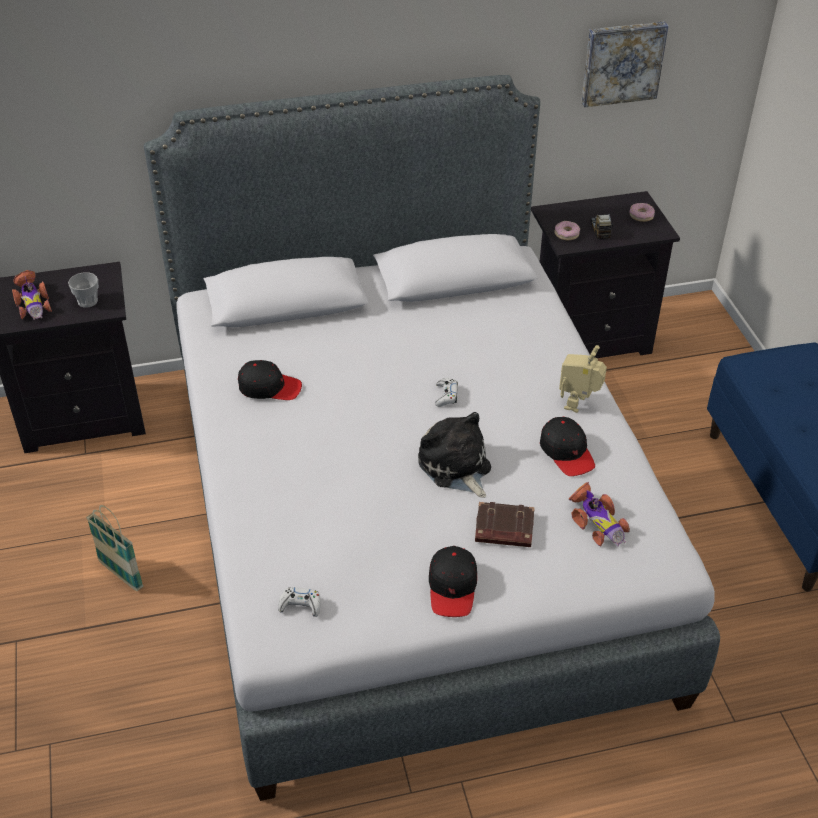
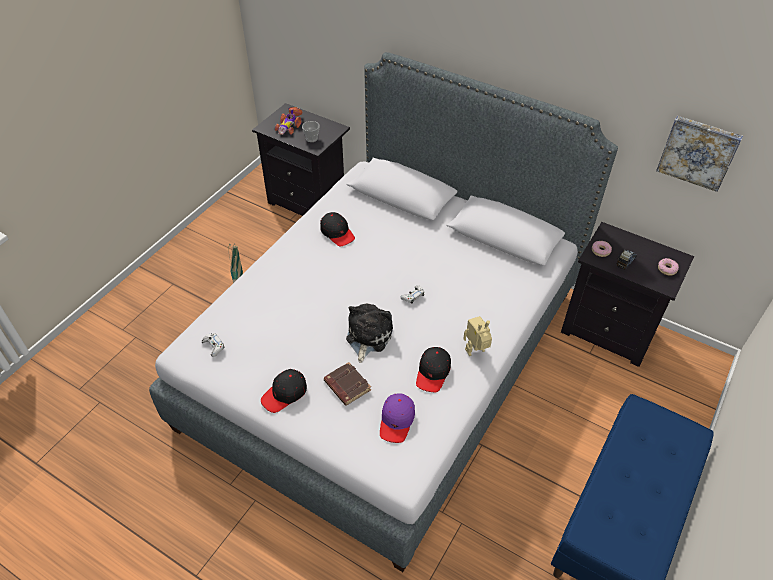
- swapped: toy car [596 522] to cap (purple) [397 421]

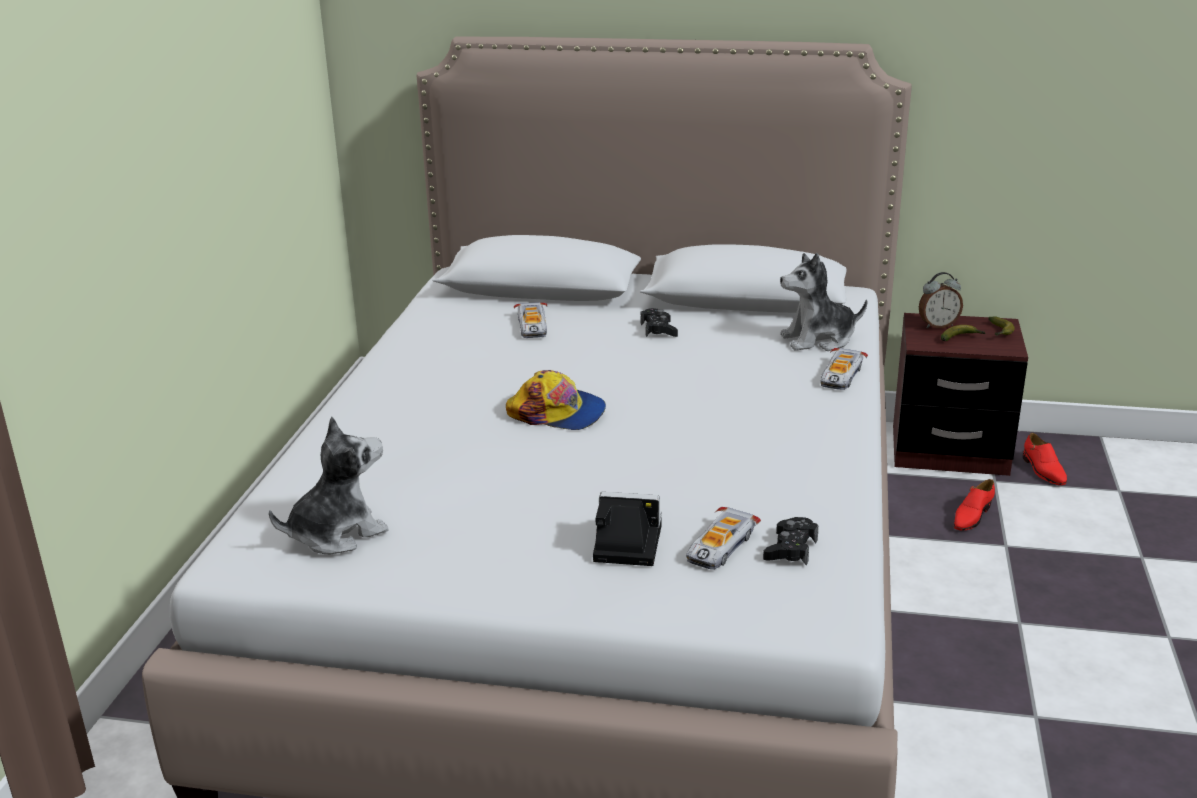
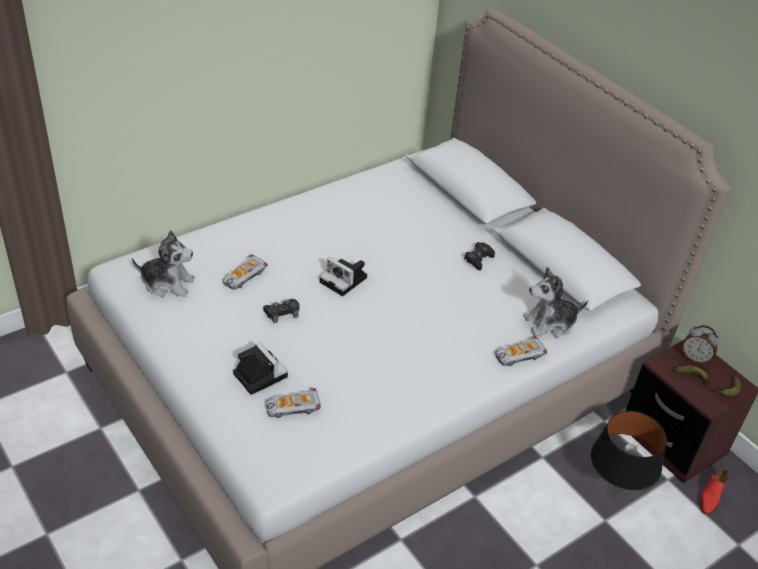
- rotated: plush toy [818 340] = [550 324] 45 degrees counterclockwise
- shifted: toy car [532 326] to [244 276]
- swapped: cap [558 413] to photo camera [345 280]
- swapped: shoe (red) [971 516] to table lamp (black) [615 489]
- shifted: game controller (black) [790 549] to [282 313]

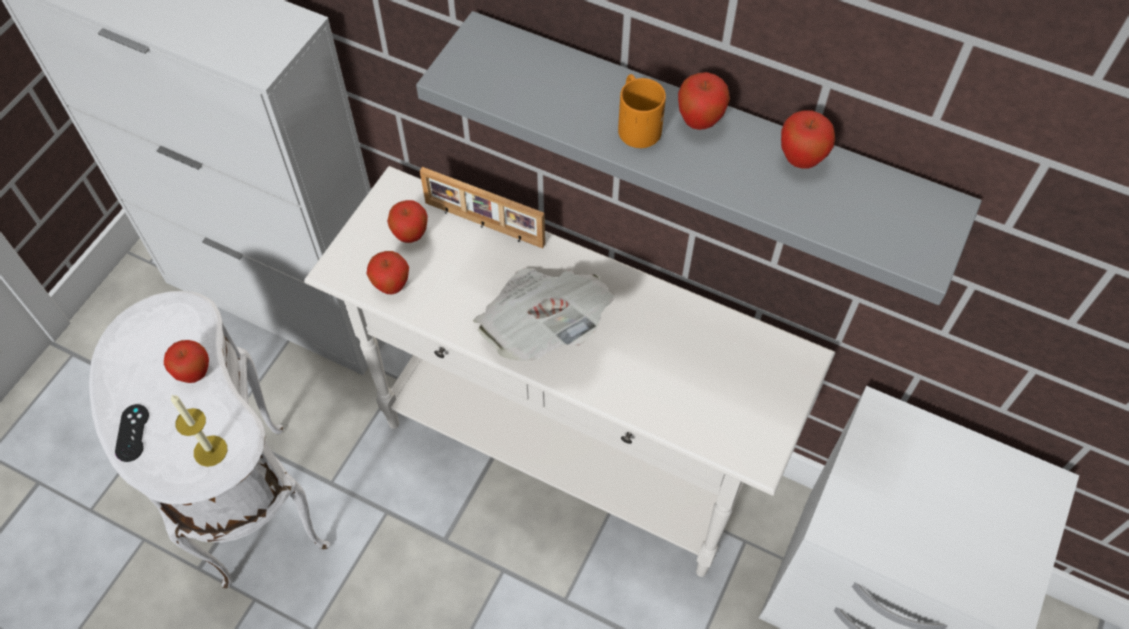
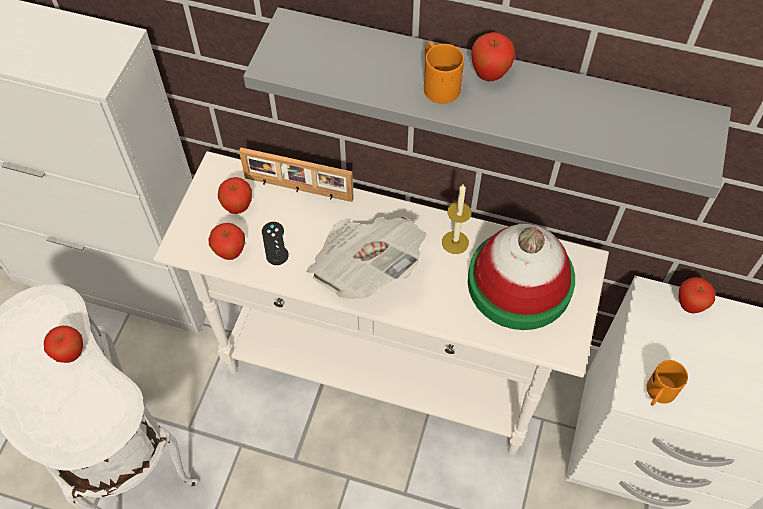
- shifted: apple [801 159] to [689 305]
- shifted: candle [210 451] to [455 242]
- shifted: game controller (black) [132 433] to [275 243]
- new: hat [519 283]
- new: mug (orange) [658 394]

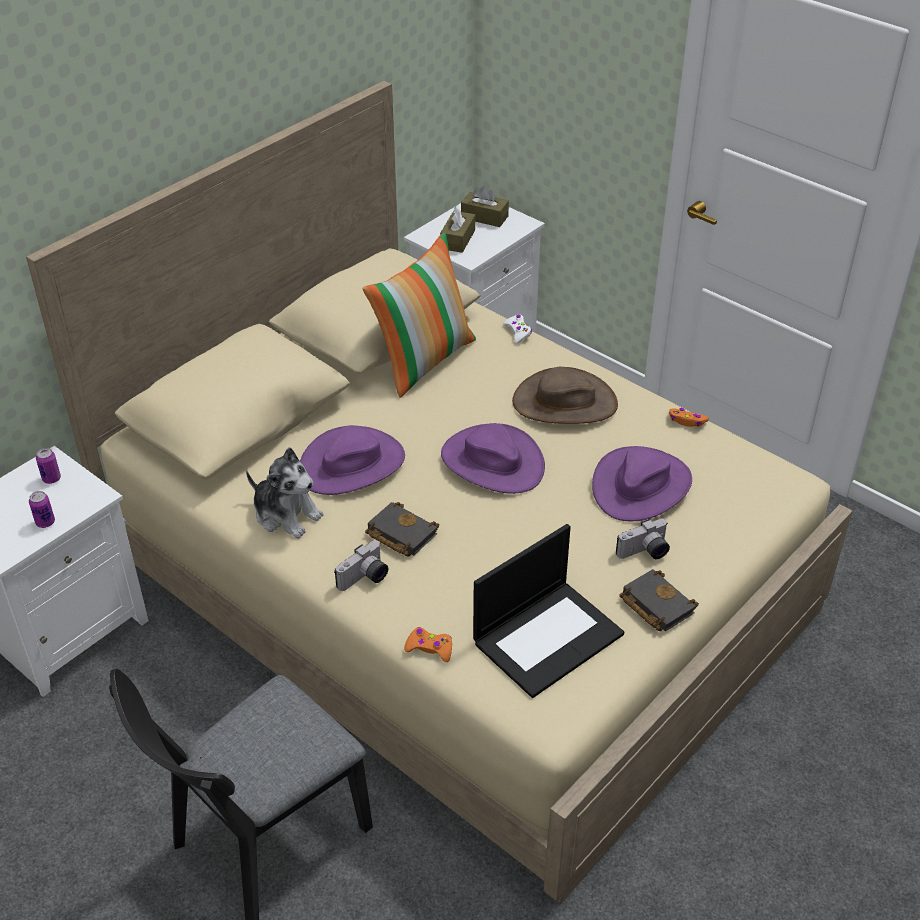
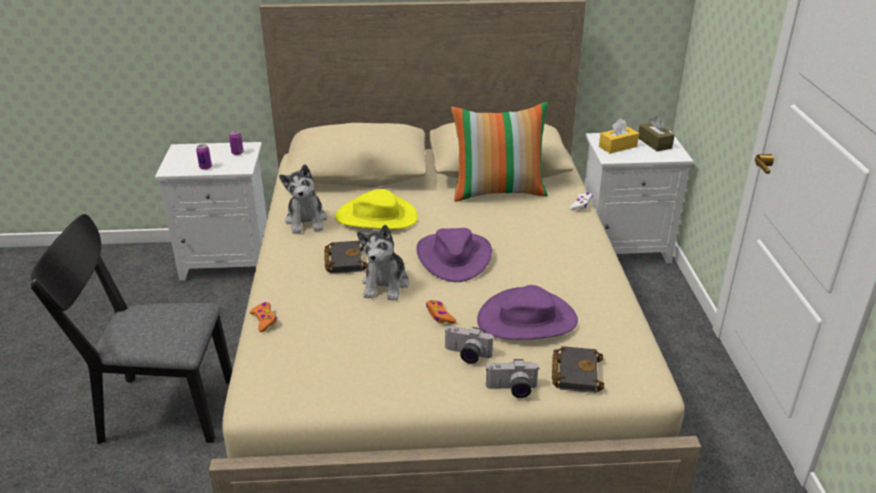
- repainted: tissue box (brown) [458 239] to tissue box (yellow) [617 146]
- gone: hat (brown) [564 403]
- shifted: game controller (orange) [687 421] to [440 316]
- repainted: hat (purple) [352 464] to hat (yellow) [376 217]
- gone: laptop [548 636]
- shifted: photo camera [365 579] to [512 390]
- shifted: book (black) [654 604] to [575 372]
- new: plush toy [385 284]

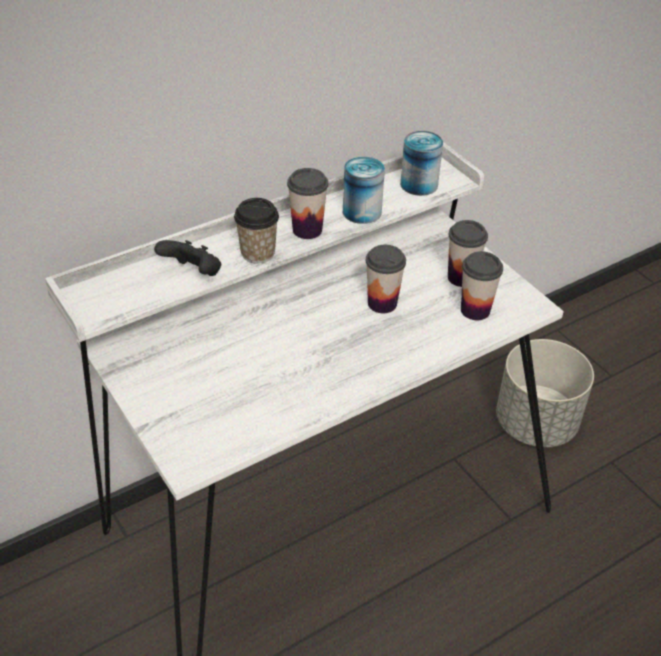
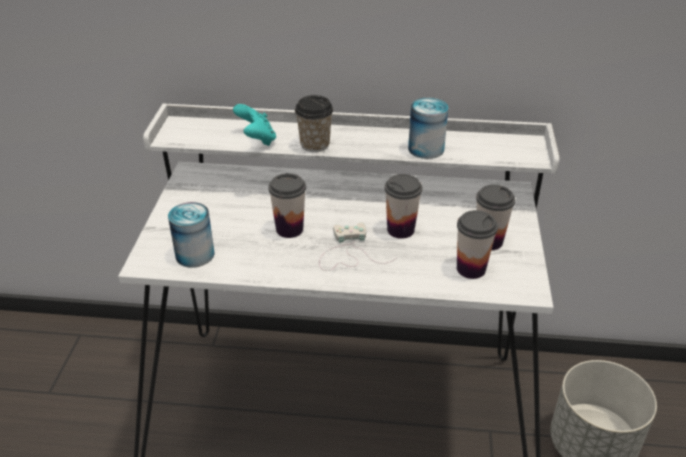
- shifted: can [419 184] to [195 254]
- shifted: cup [307 230] to [289 229]
- repainted: game controller (black) [193 274] to game controller (turquoise) [257 139]
- new: game controller (white) [348 252]

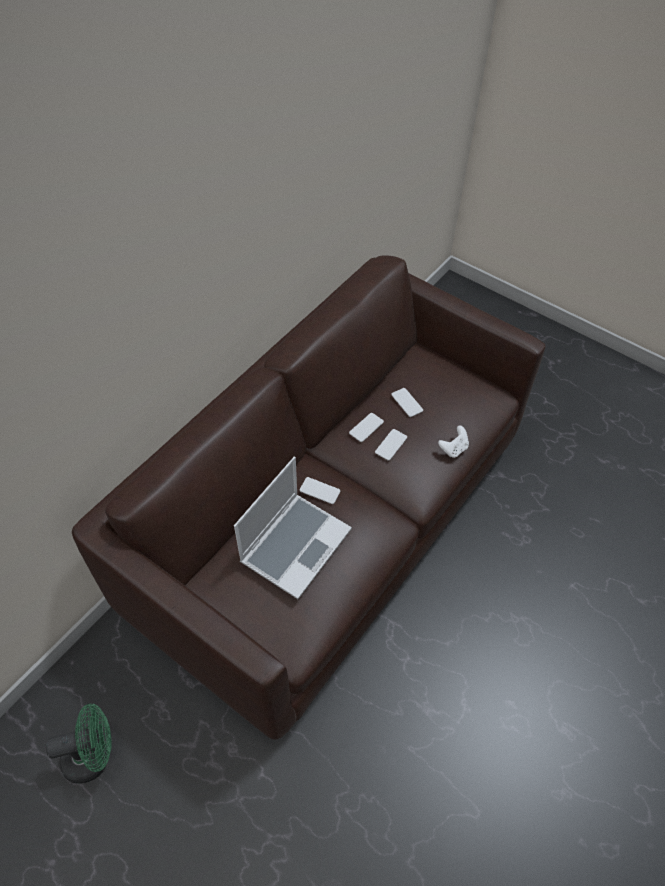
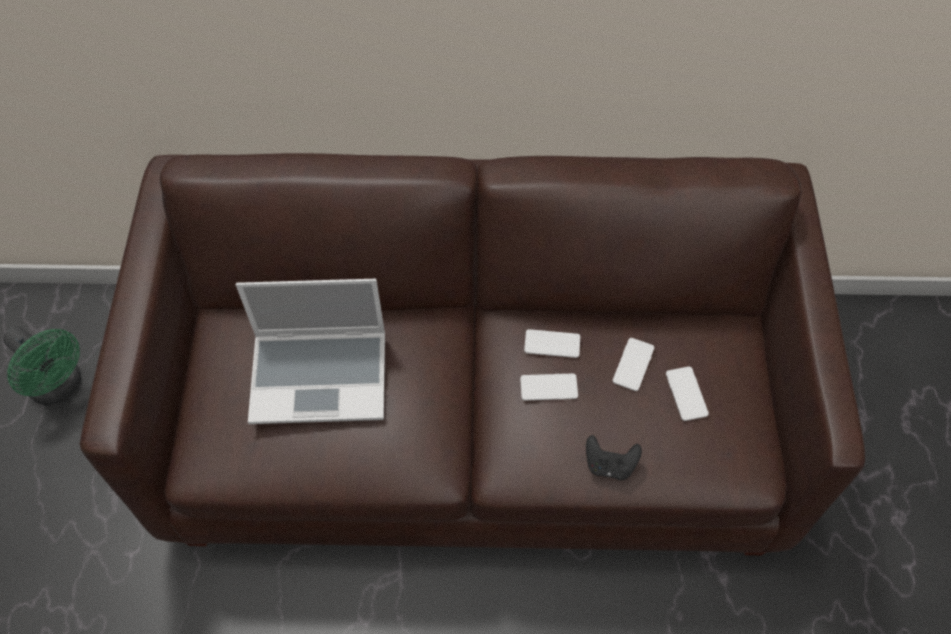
- repainted: game controller (white) [453 449] to game controller (black) [609 465]
- shifted: phone [320 491] to [686 394]

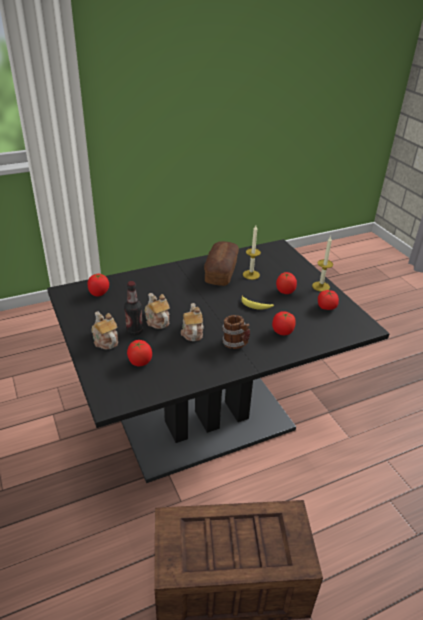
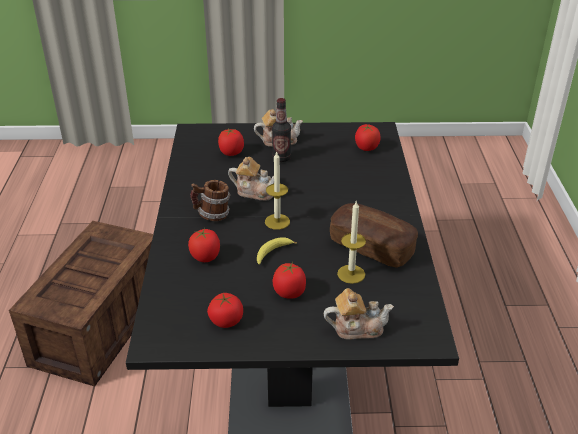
- shifted: candle [321 286] to [277 221]
- shifted: teapot [157 320] to [357 328]

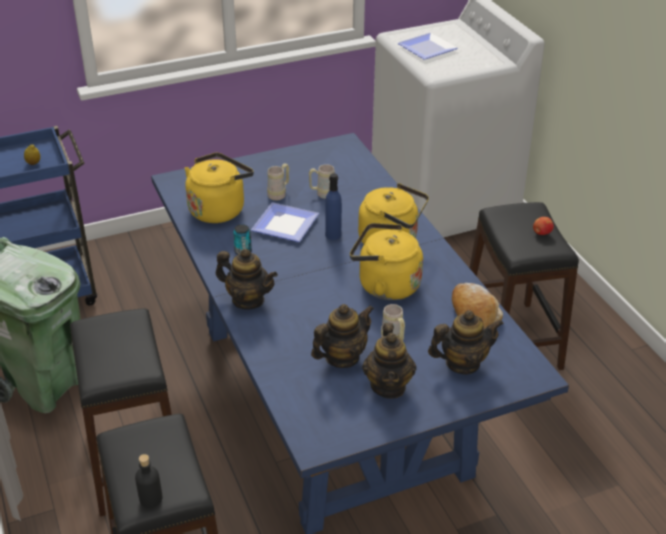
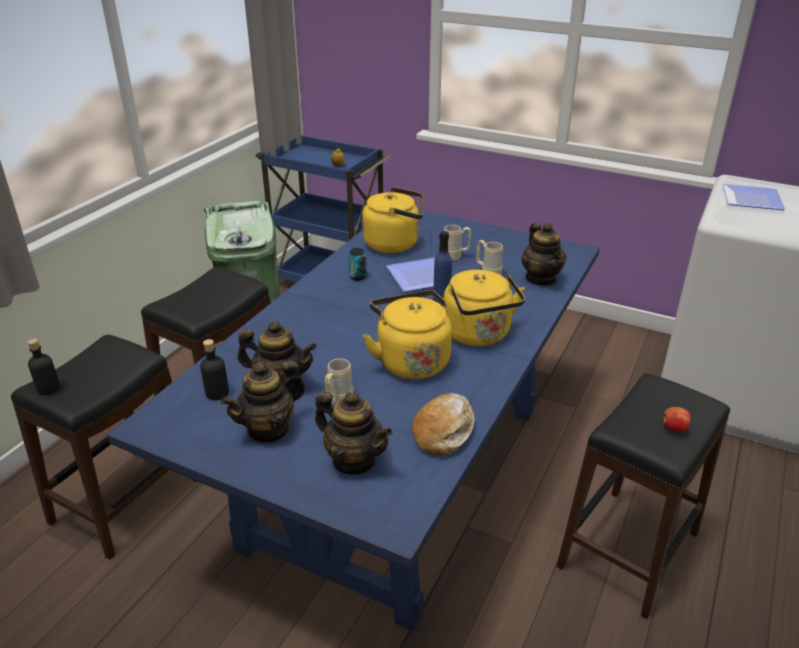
- shifted: teapot [248 300] to [541 278]
- new: bottle (black) [217 393]

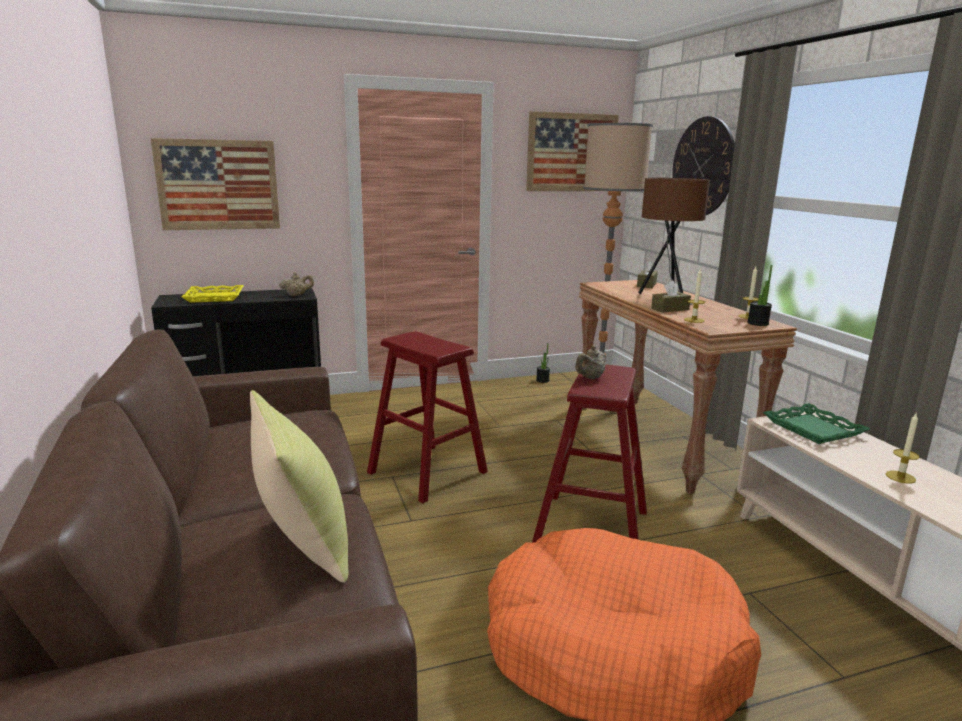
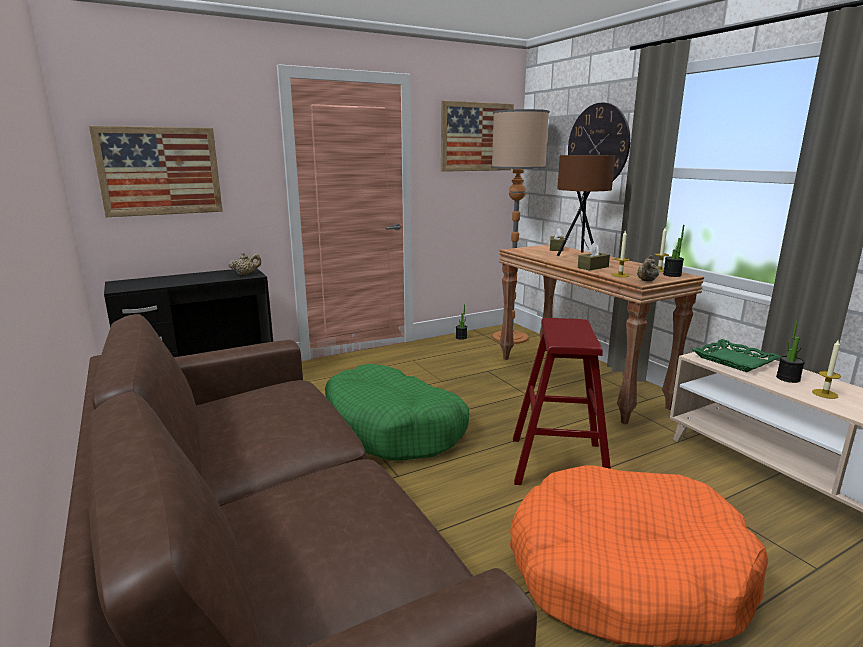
- gone: tray (yellow) [214 297]
- swapped: stool (red) [427 472] to dog bed (green) [394 429]
- shifted: teapot (beige) [590 378] to [646 281]
- gone: pillow (yellow) [302 541]
- new: potted plant [788 378]

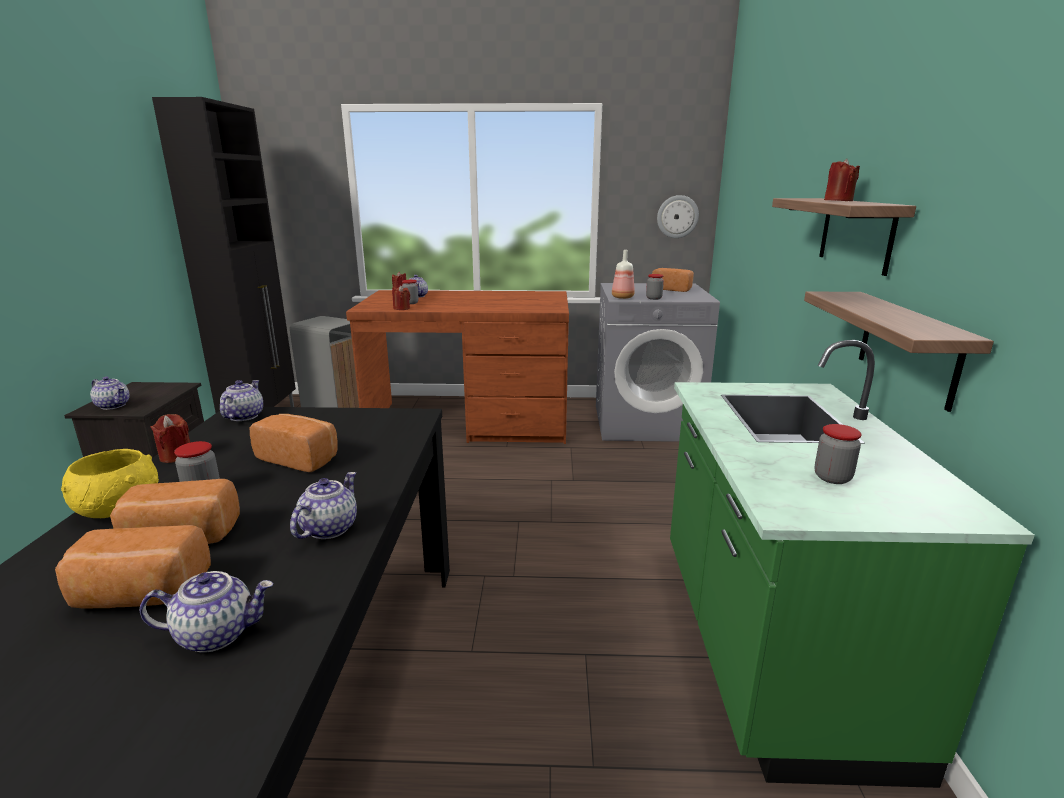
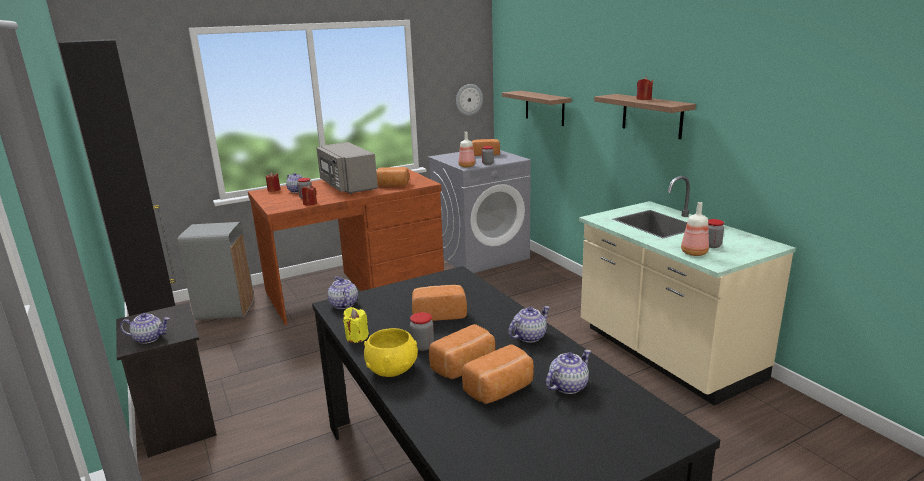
- shifted: shelf [908 347] to [544 108]
- repainted: counter (green) [768 647] to counter (beige) [666 354]
- repainted: candle (red) [176 456] to candle (yellow) [356 337]
- rotated: teapot [329 528] = [529 336] 60 degrees clockwise
- new: microwave (grey) [347 186]
- new: bread [392 185]
- new: bottle [694 253]

